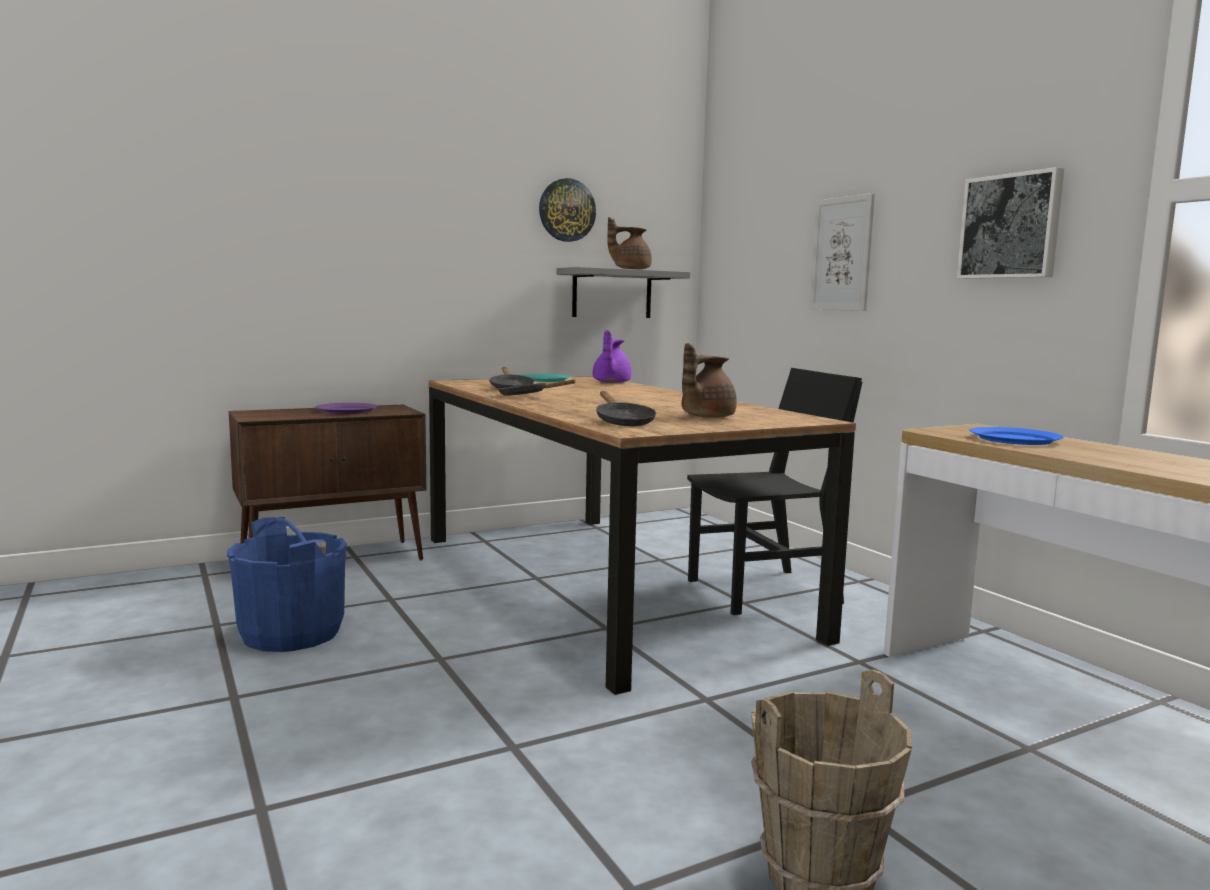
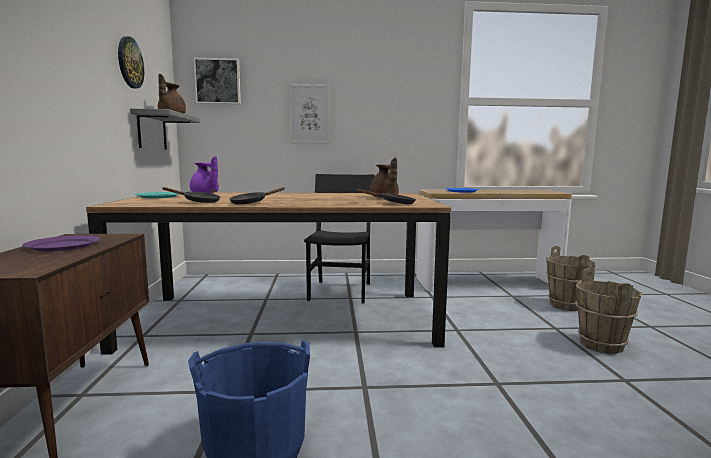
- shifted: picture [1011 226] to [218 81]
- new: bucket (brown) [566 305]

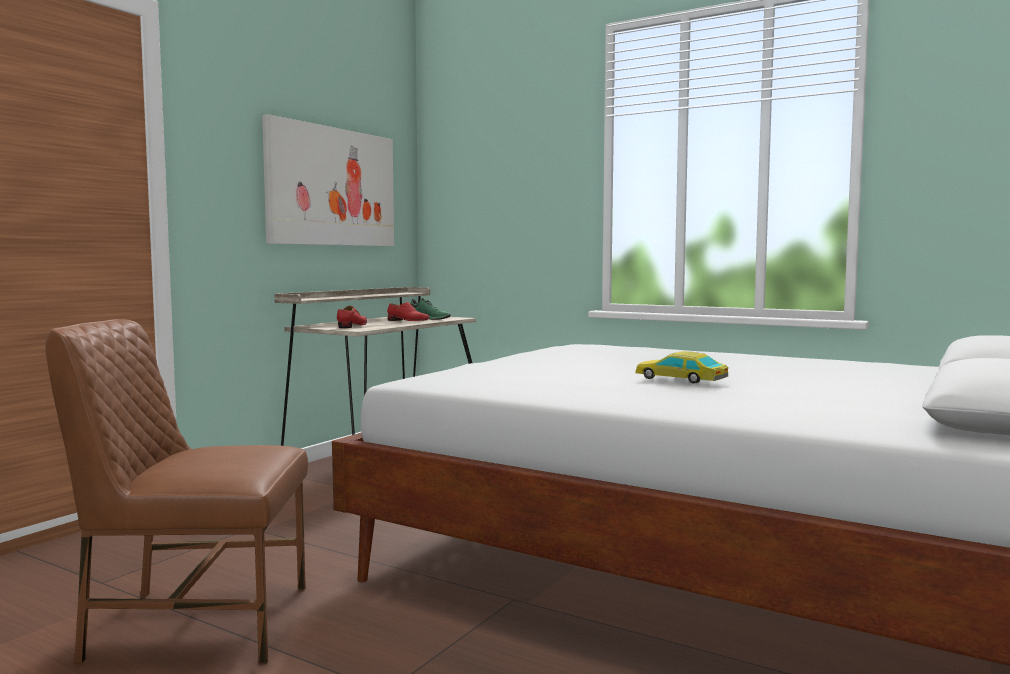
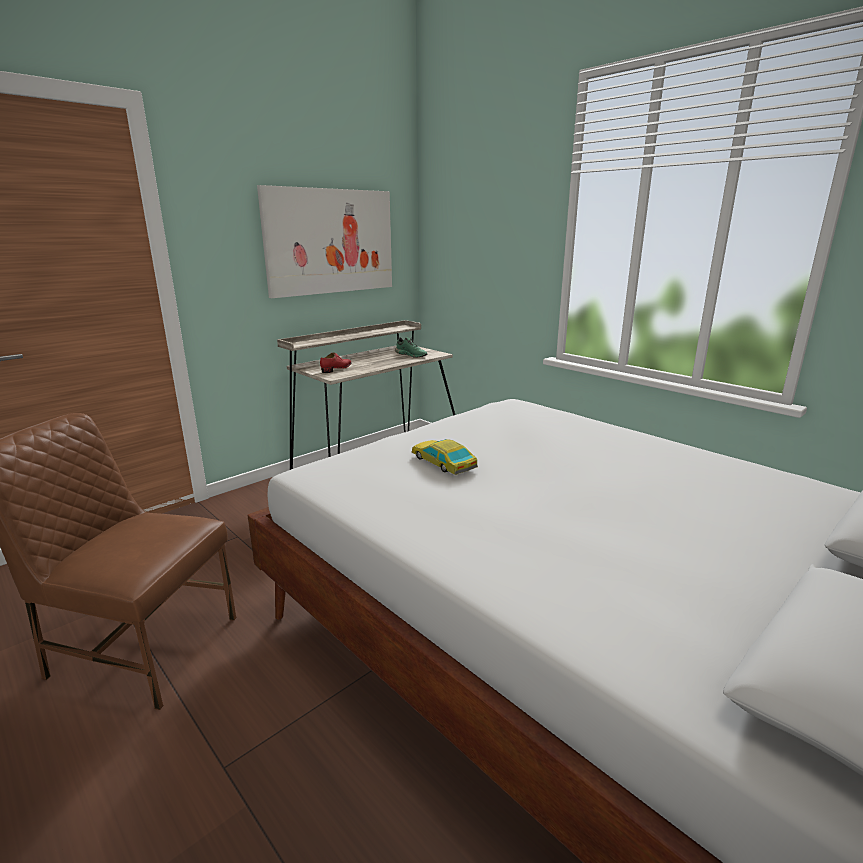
- gone: shoe (red) [408 321]
- shifted: toy car [680 379] to [443 463]

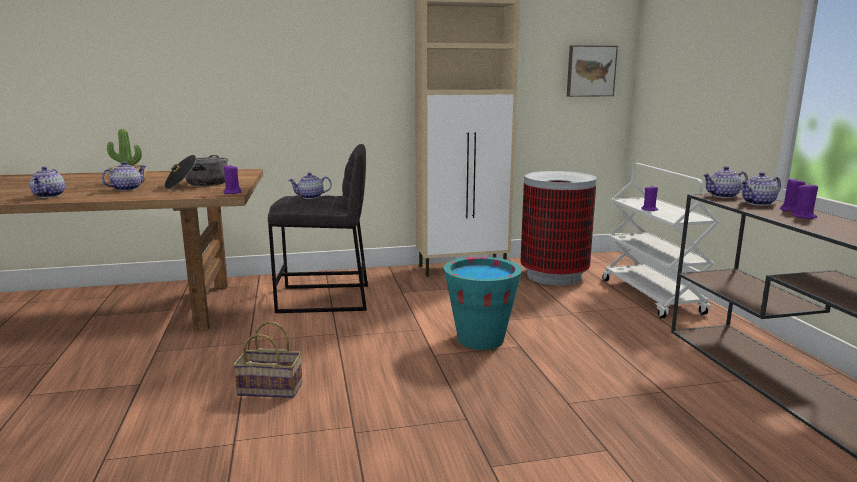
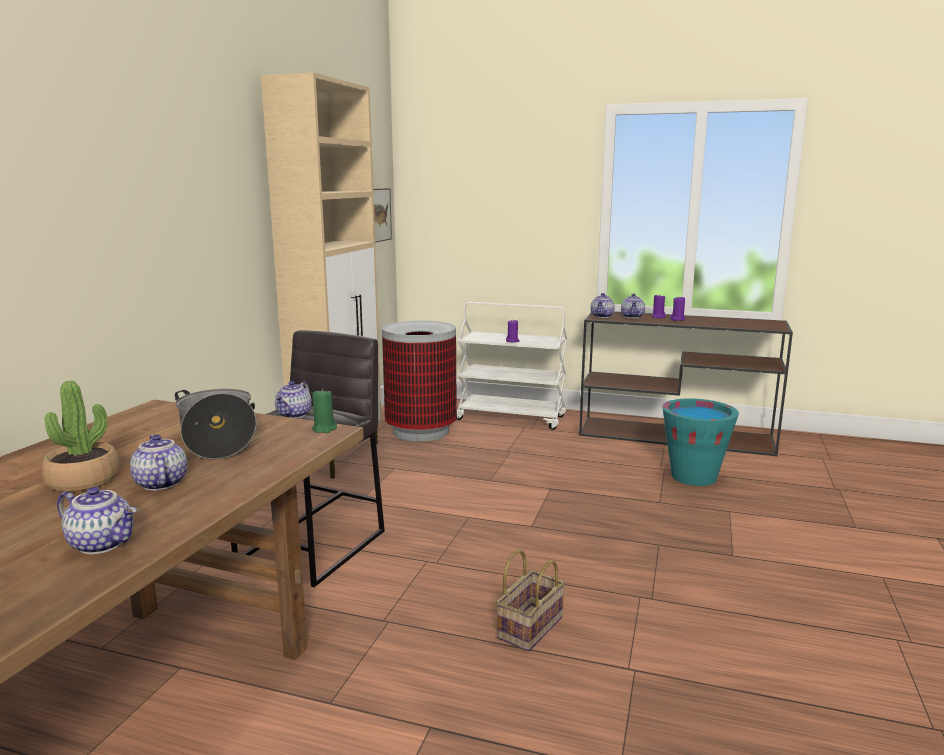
- repainted: candle (purple) [232 192] to candle (green) [324 429]
- shifted: bucket (turquoise) [480 339] to [693 477]

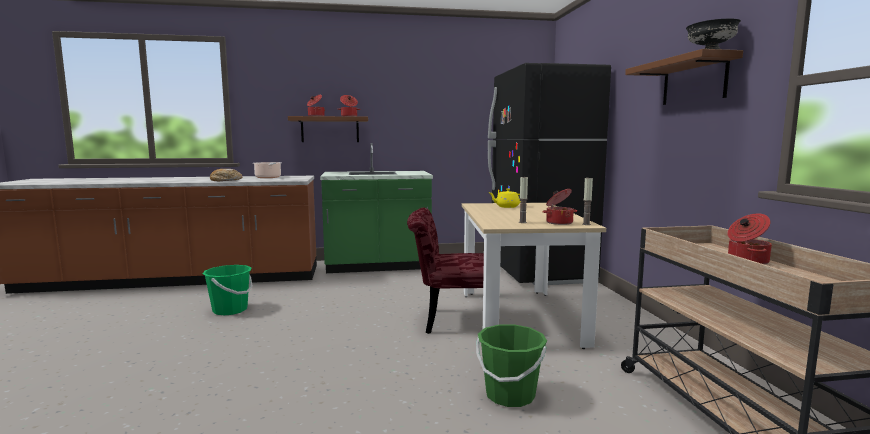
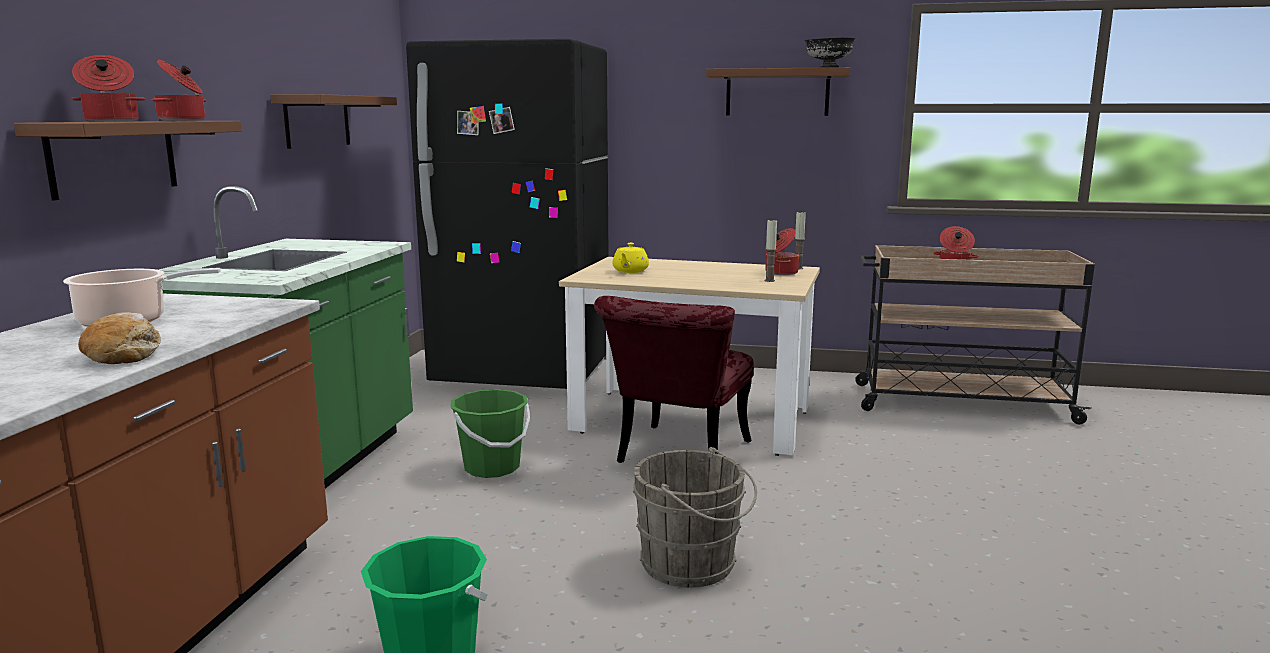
- shifted: bucket (green) [510 395] to [492 467]
- new: shelf (brown) [317 121]
- new: bucket (grey) [693 565]

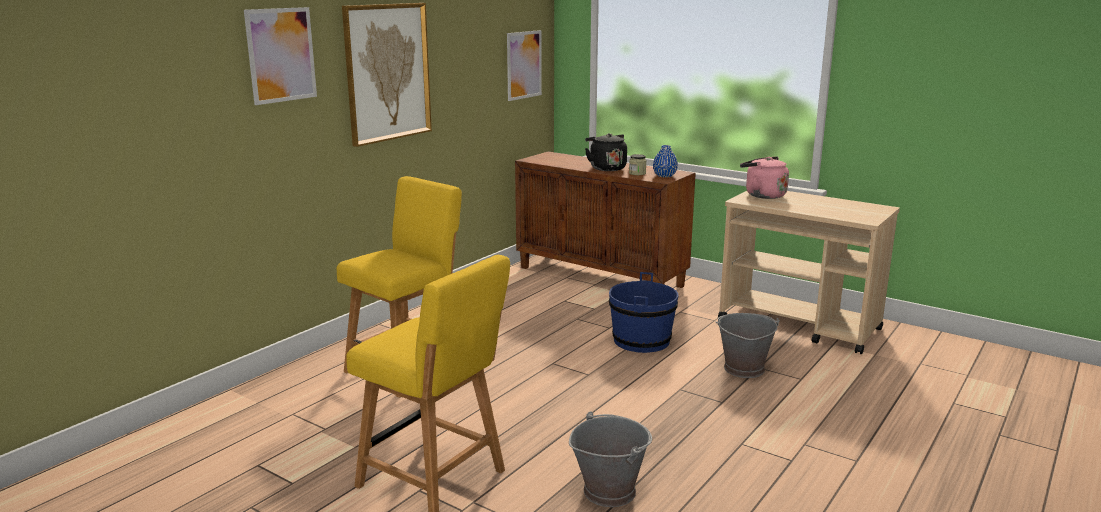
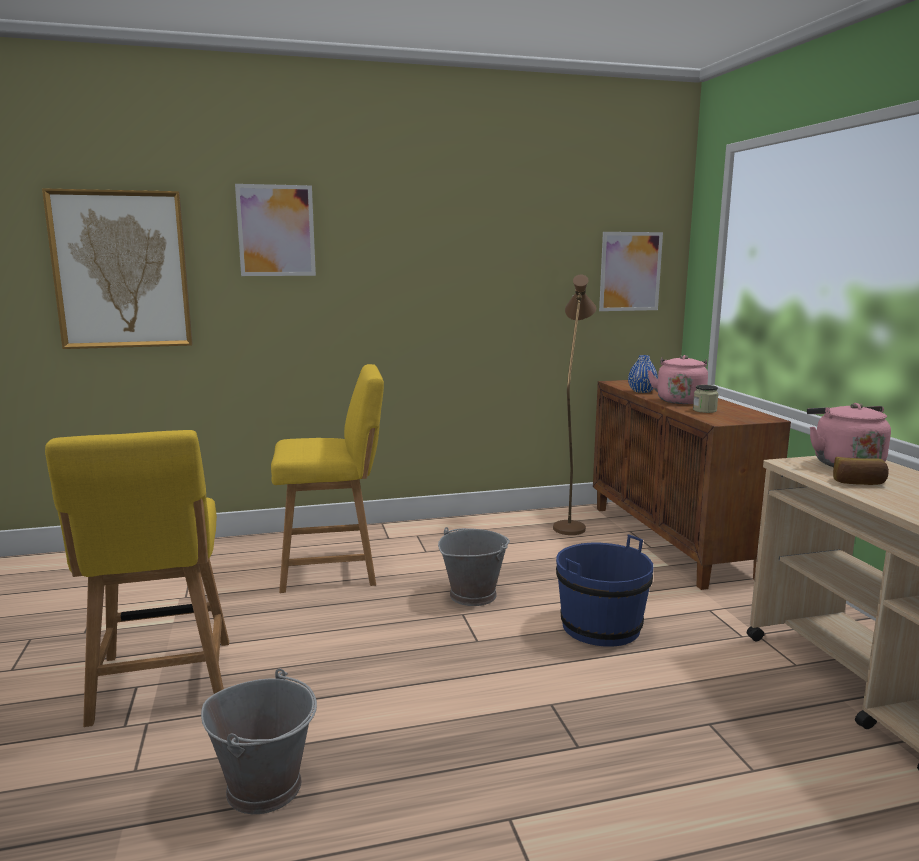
- shifted: picture [387 72] to [121 270]
- repainted: kettle (black) [606 168] to kettle (pink) [680 400]
- shifted: vase (blue) [664 176] to [642 391]
- shifted: bucket (grey) [743 368] to [472 595]
- new: floor lamp (brown) [569 524]
- new: bread [858 483]

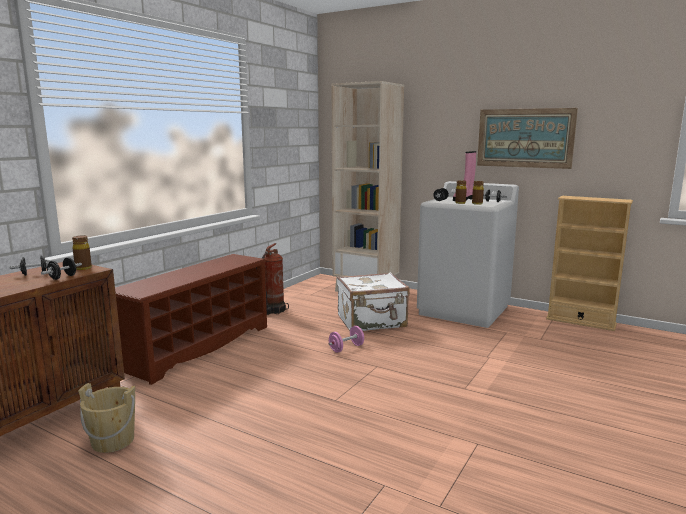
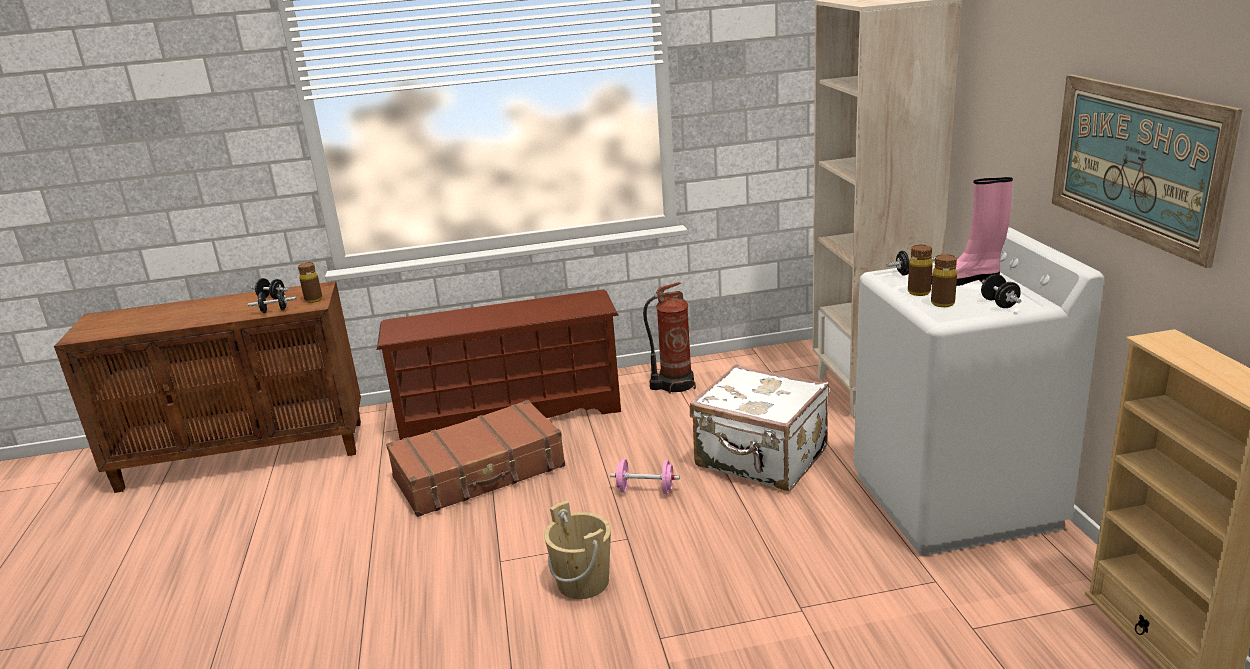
- shifted: bucket (beige) [113 441] to [583 582]
- new: suitcase (brown) [480 473]

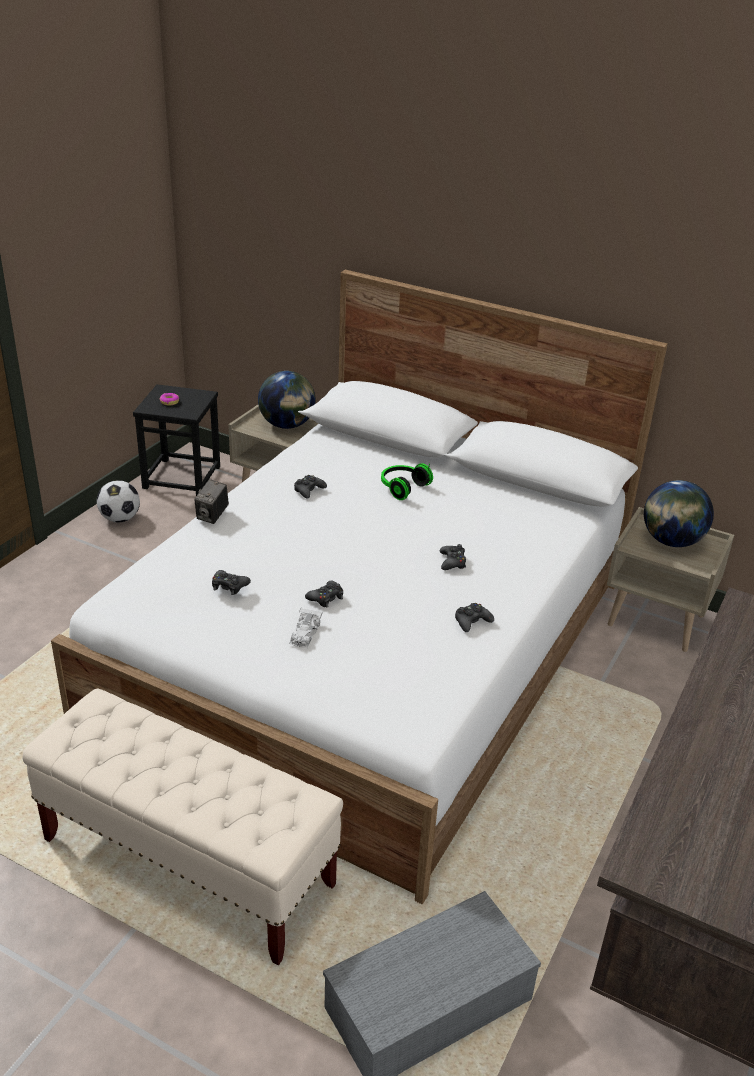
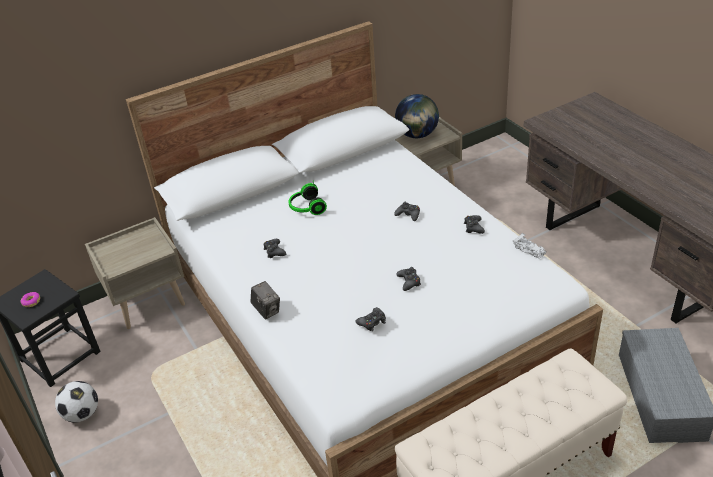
- gone: globe [287 425]
- shifted: toy car (white) [305 633] to [529 250]

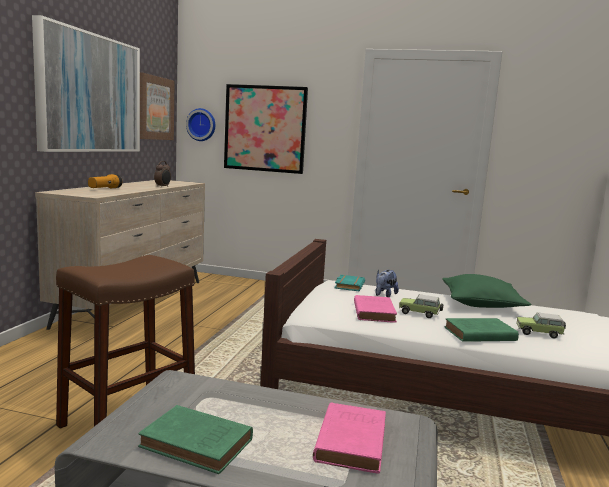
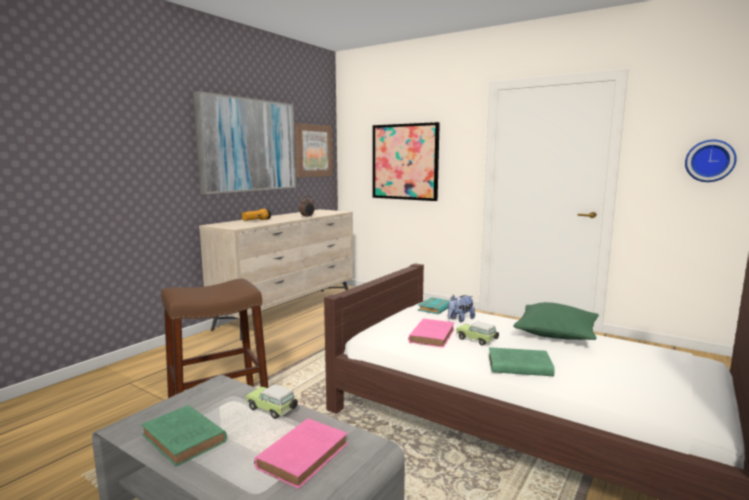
- shifted: wall clock [201 125] to [709 161]
- shifted: toy car [540 334] to [272 410]

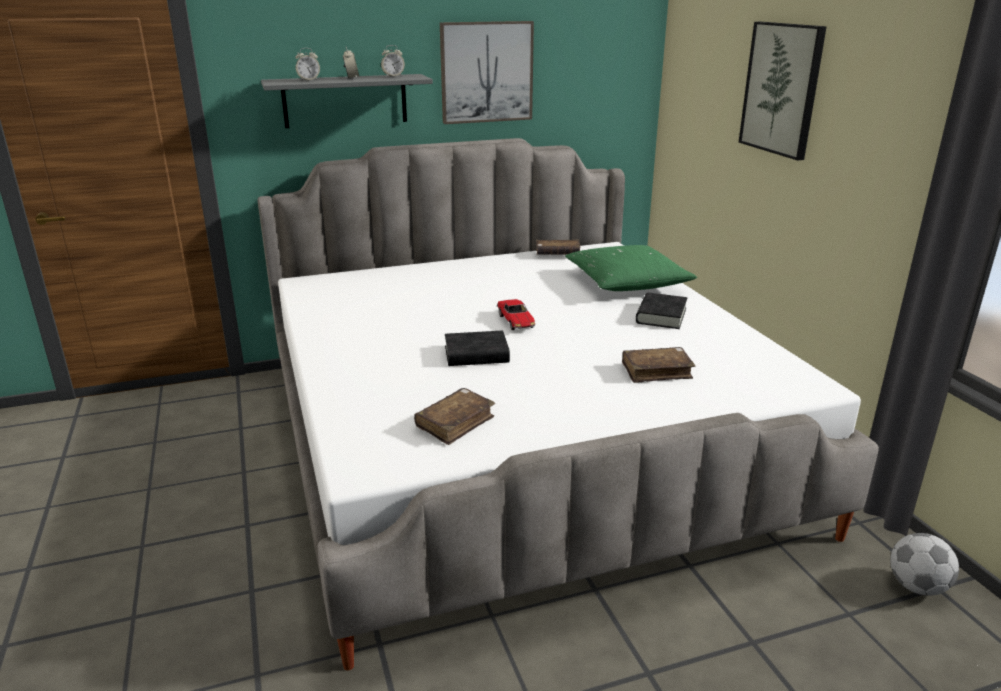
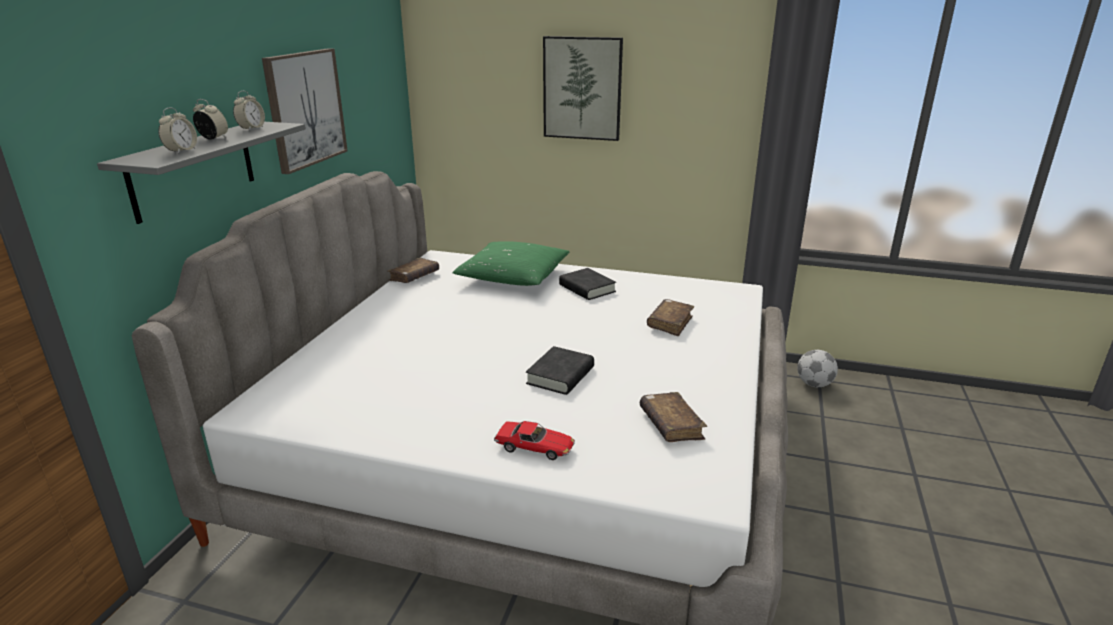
- shifted: toy car [516 321] to [535 447]

